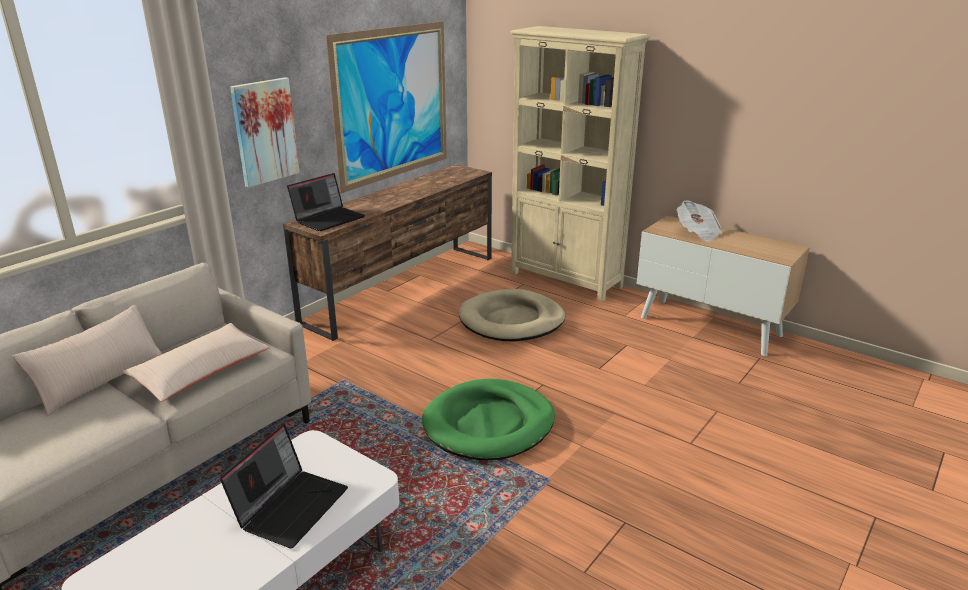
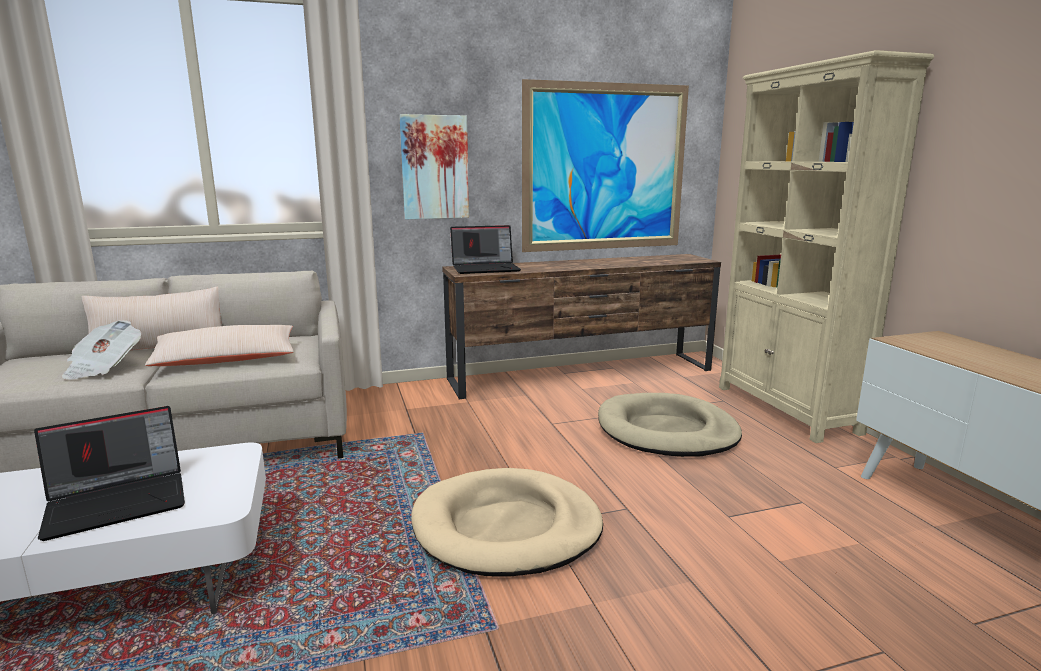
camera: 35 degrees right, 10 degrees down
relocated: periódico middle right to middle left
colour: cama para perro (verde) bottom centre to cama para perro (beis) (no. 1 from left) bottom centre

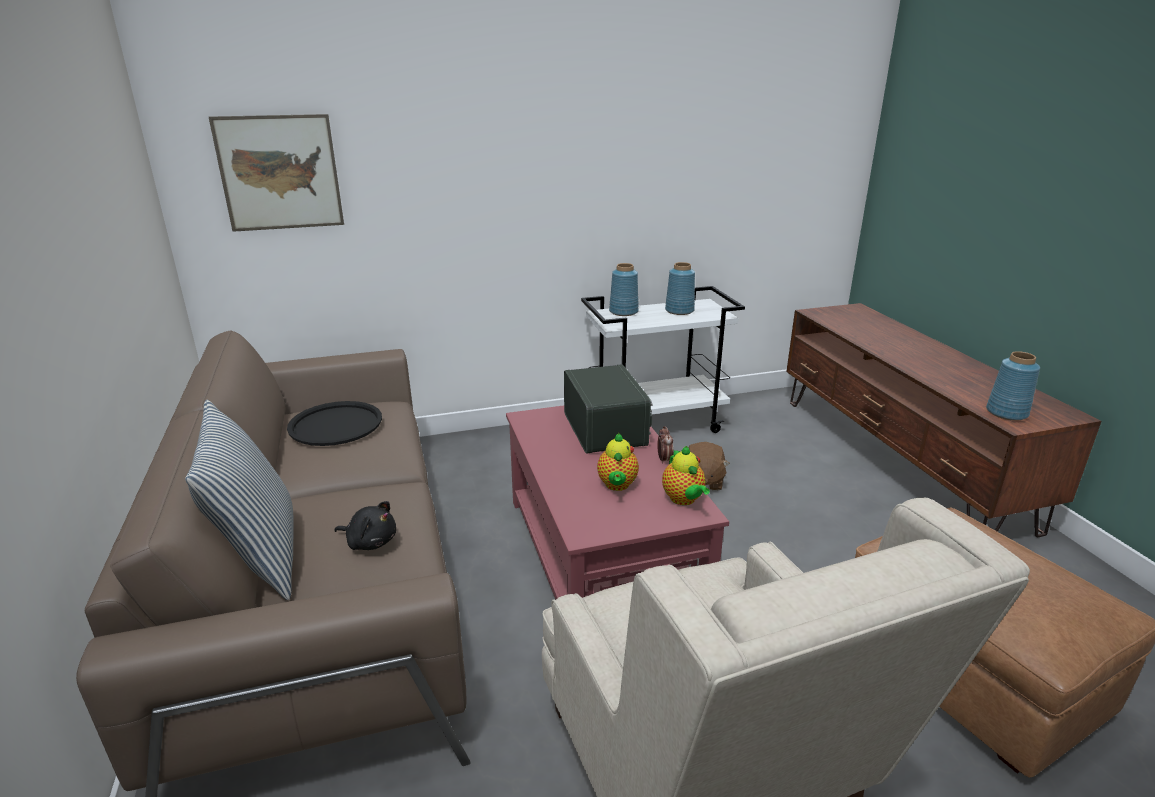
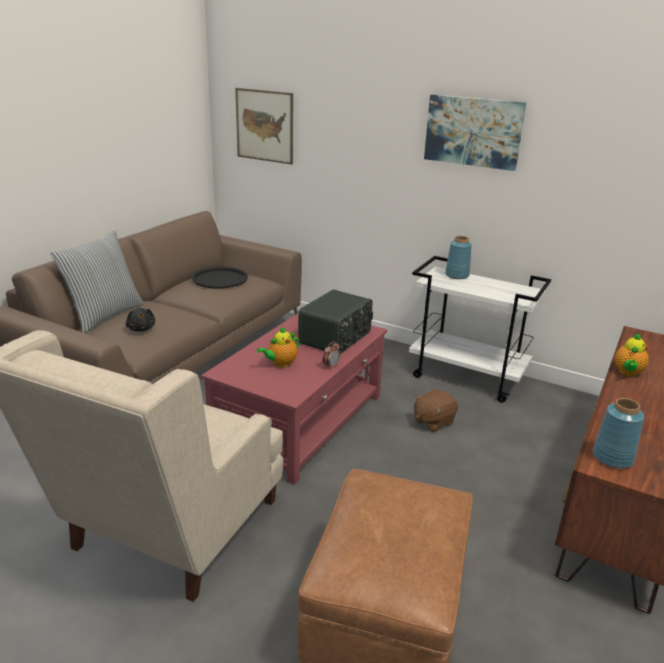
camera: 45 degrees right, 0 degrees up
missing: florero (azul) (no. 2 from left) centre
appeared: cuadro (no. 2 from left) top right
relocated: tetera (no. 2 from left) centre to middle right

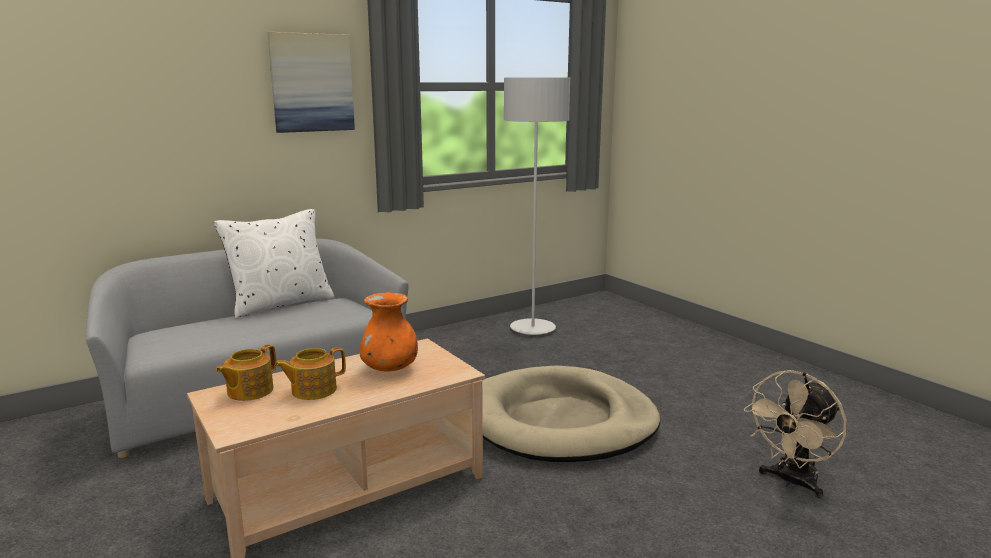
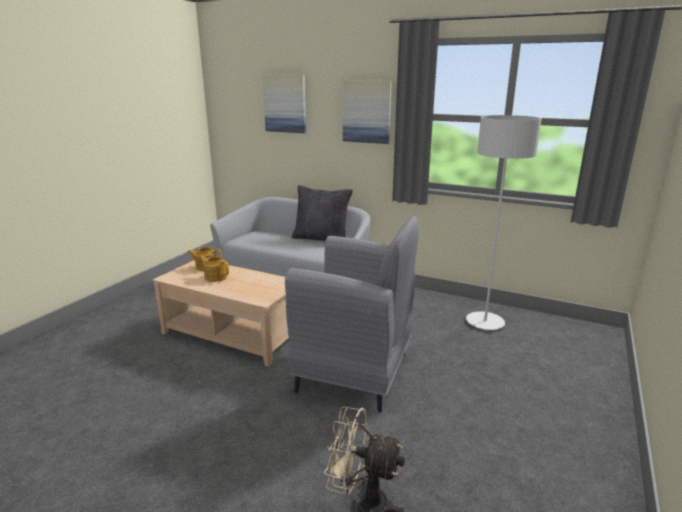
camera: 60 degrees right, 5 degrees up
missing: florero (naranja) centre
appeared: cuadro (no. 1 from left) top centre
exchanged: cama para perro (beis) bottom centre to sillón (gris) centre
colour: cojín (blanco) middle left to cojín (negro) centre

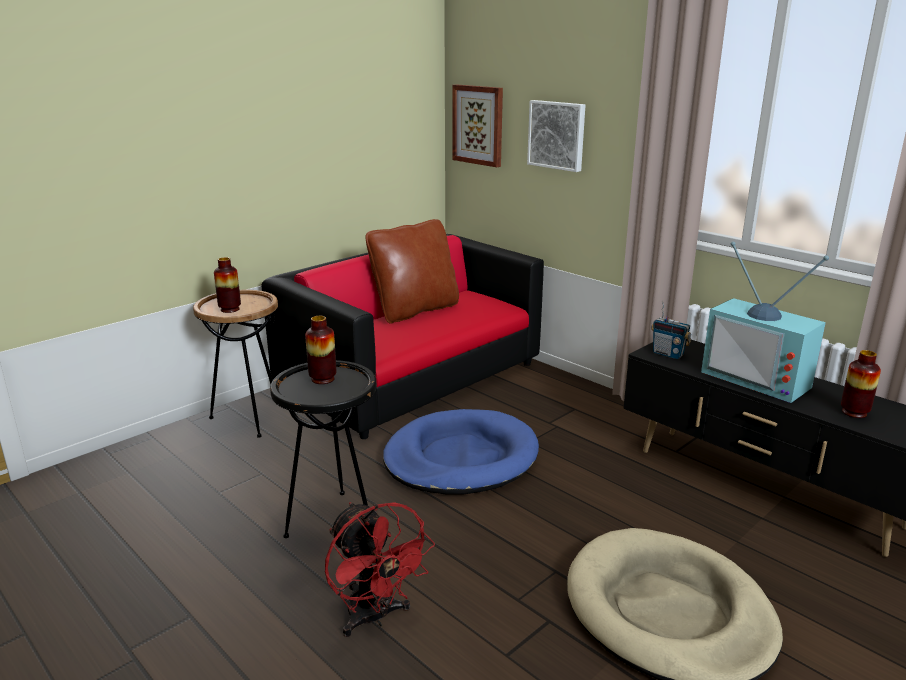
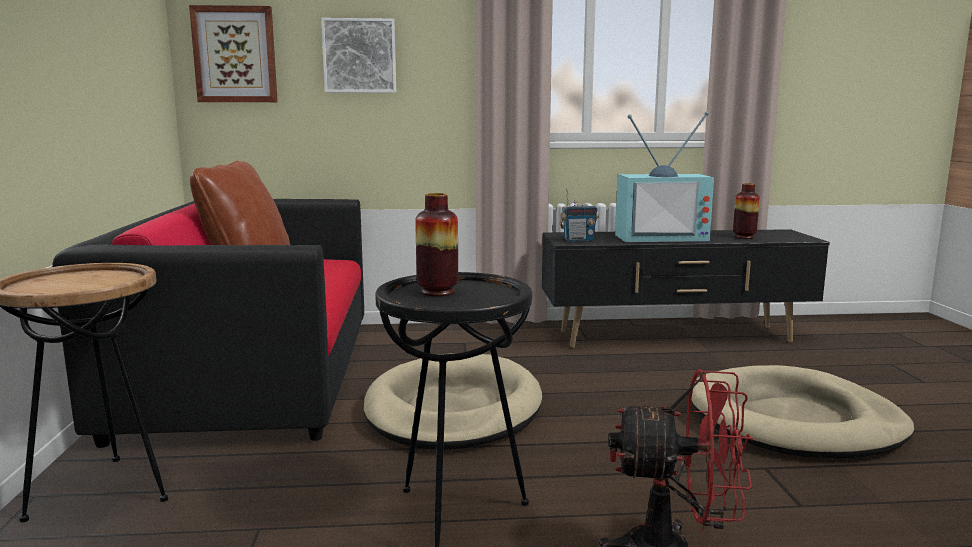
camera: 50 degrees left, 10 degrees down
missing: florero (no. 1 from left) middle left
colour: cama para perro (azul) centre to cama para perro (beis) (no. 1 from left) bottom centre

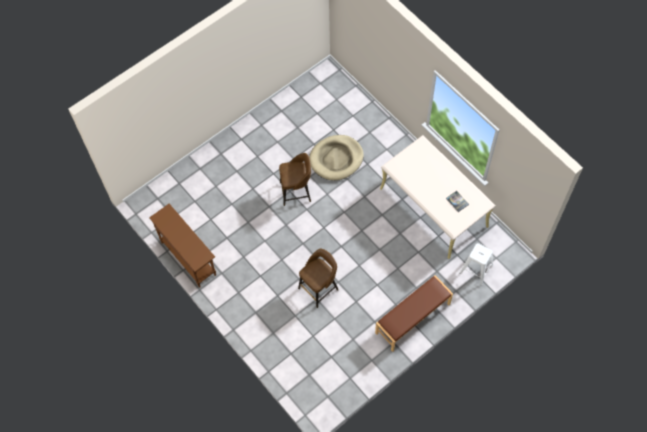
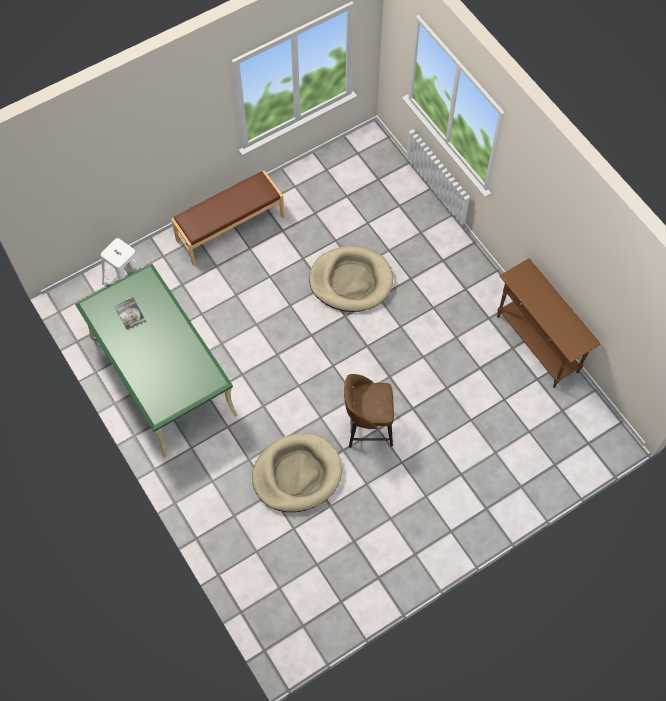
camera: 175 degrees left, 0 degrees up
exchanged: taburete (marrón) (no. 2 from left) centre to cama para perro (beis) (no. 2 from left) centre
colour: escritorio (beis) middle right to escritorio (verde) middle left

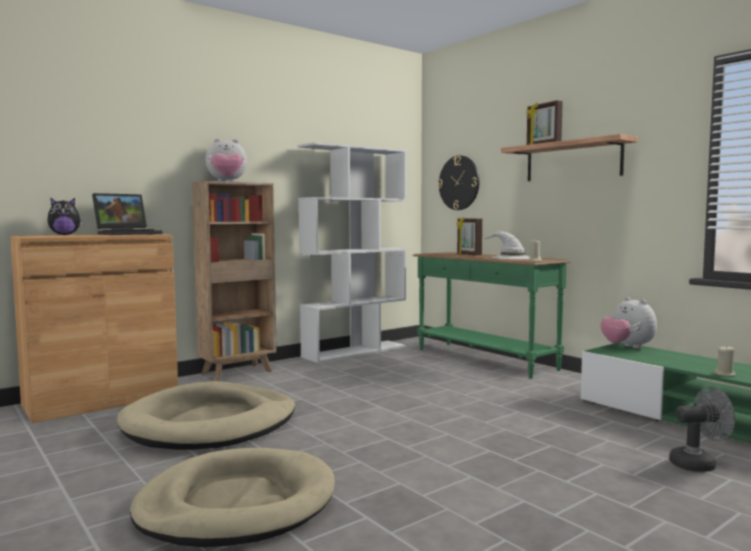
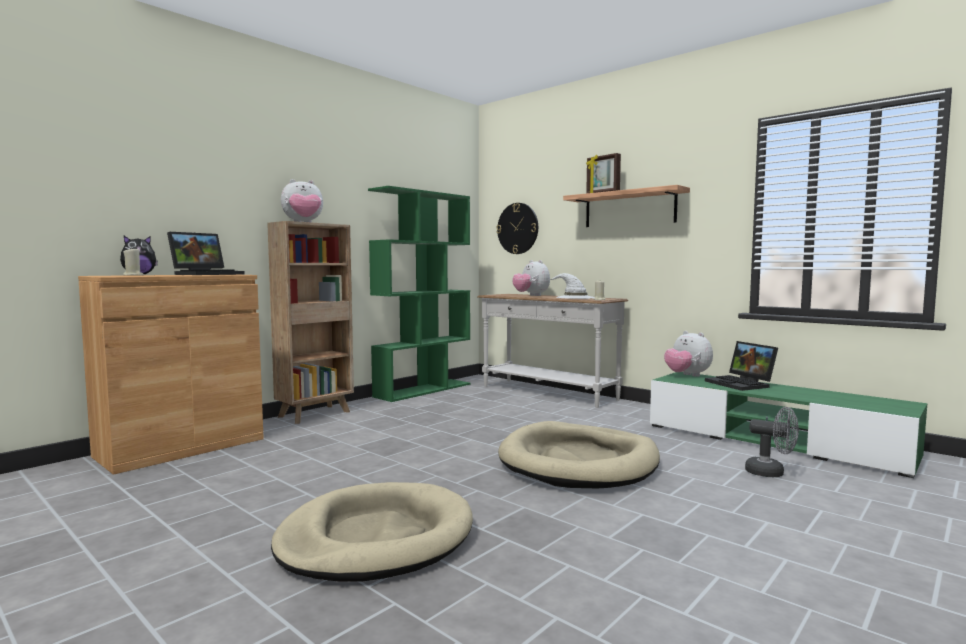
camera: 10 degrees left, 0 degrees up
appeared: portátil (no. 2 from left) middle right
relocated: vela (beis) (no. 2 from left in the first image) middle right to vela (beis) (no. 1 from left) middle left; cama para perro (beis) (no. 1 from left in the first image) bottom left to cama para perro (beis) (no. 2 from left) bottom centre
exchanged: portarretratos (no. 1 from left) centre to peluche (no. 3 from left) centre
colour: estantería (blanco) centre to estantería (verde) centre; mesa consola (verde) centre to mesa consola (blanco) centre
spun: ventilador (gris) bottom right = bottom right 45 degrees clockwise

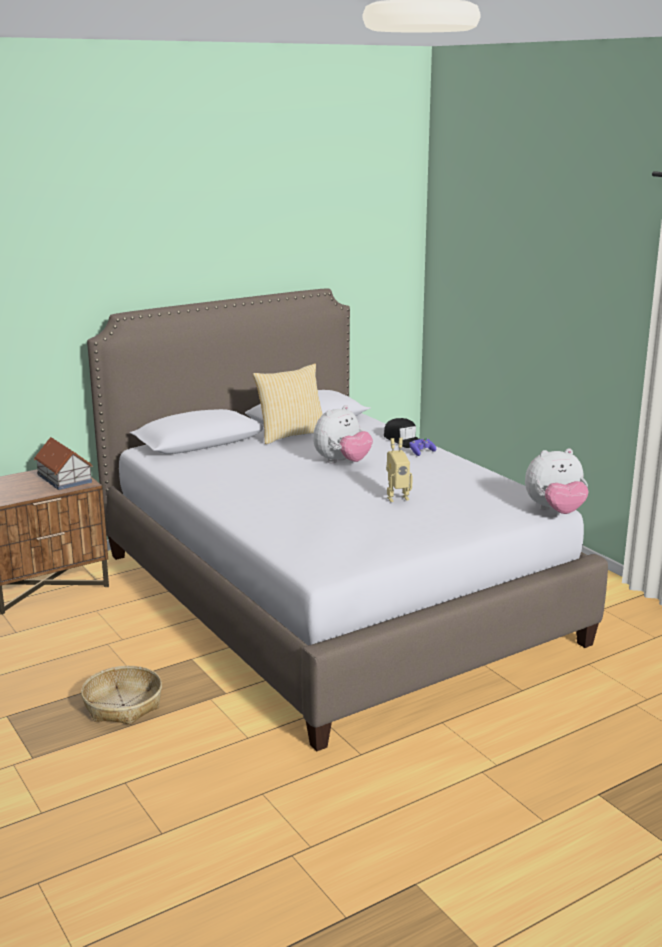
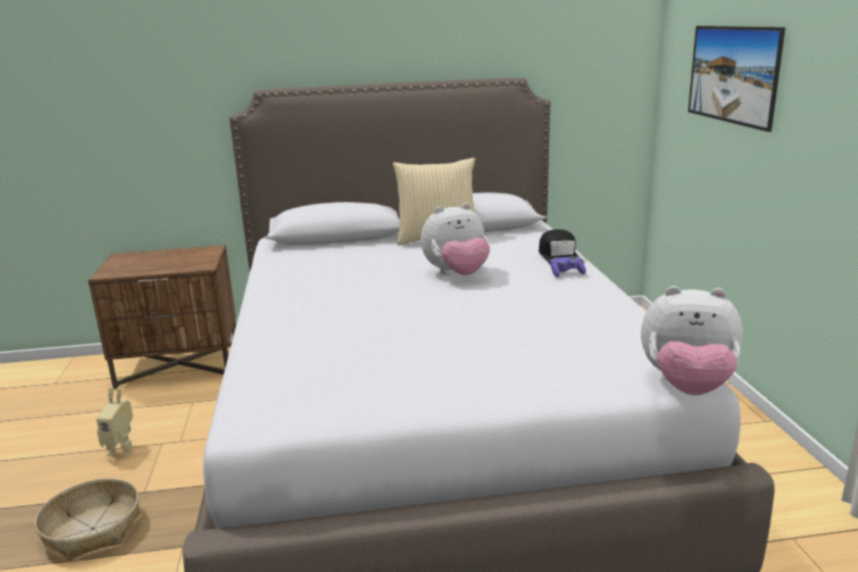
camera: 25 degrees right, 0 degrees up
missing: casita middle left
appeared: cuadro top right
relocated: robot de juguete centre to bottom left

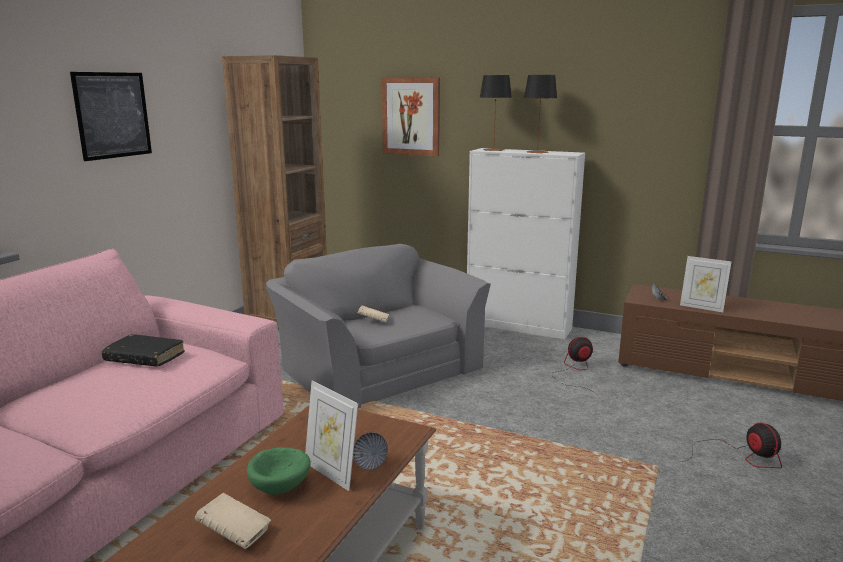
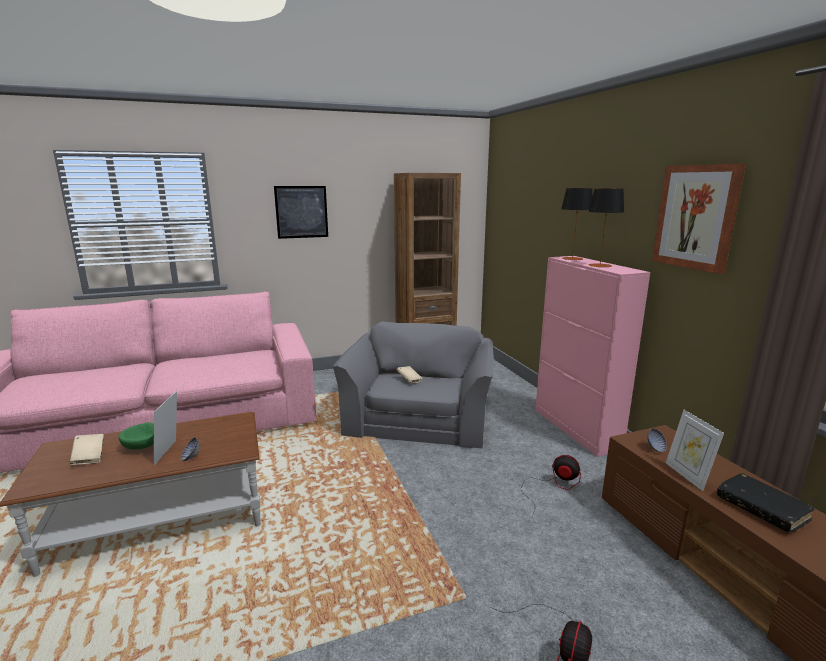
camera: 45 degrees right, 0 degrees up
relocated: cuadro (no. 2 from left) top centre to top right; libro (negro) middle left to bottom right
colour: armario (blanco) centre to armario (rosa) middle right

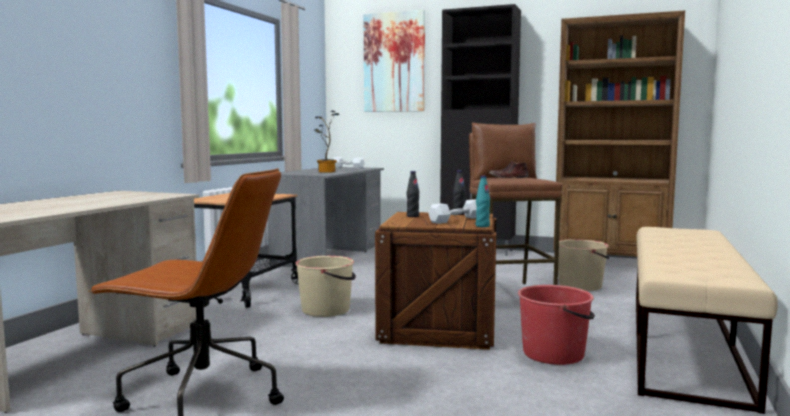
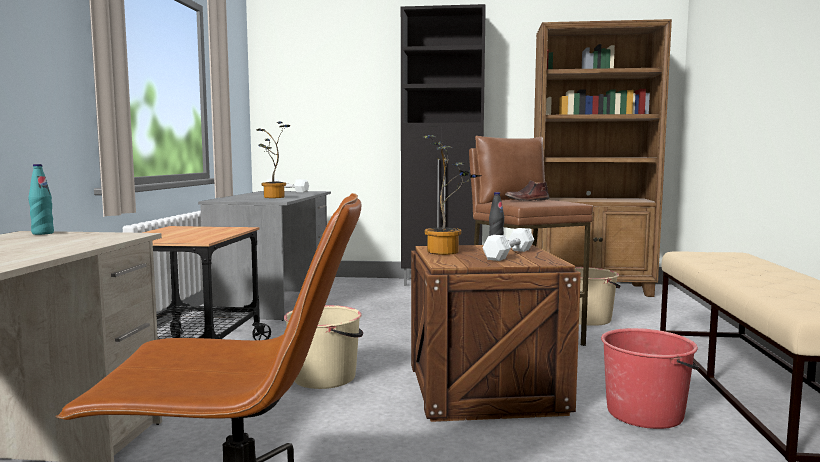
camera: 15 degrees left, 0 degrees up
missing: cuadro top centre
relocated: botella (turquesa) centre to middle left
exchanged: botella (negro) (no. 1 from left) centre to planta en maceta (no. 2 from left) centre

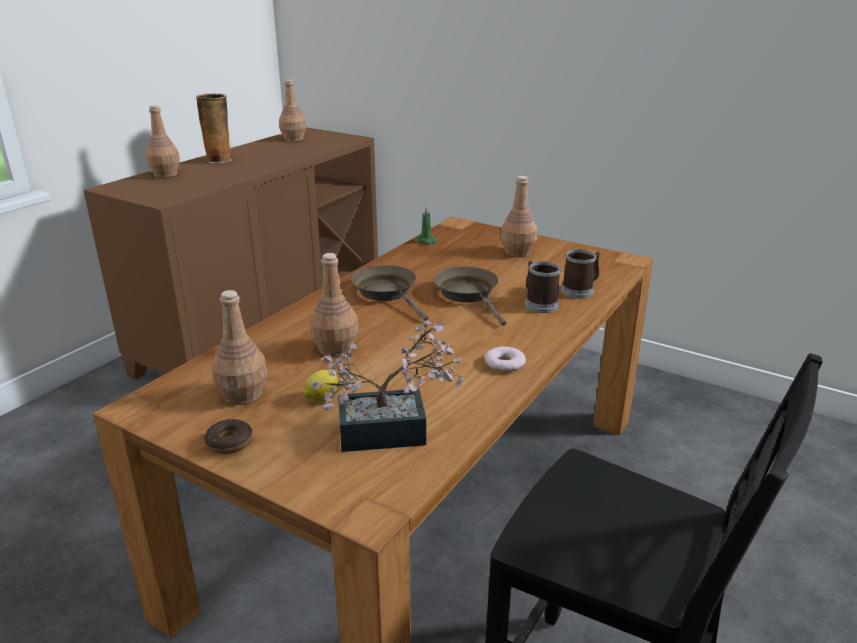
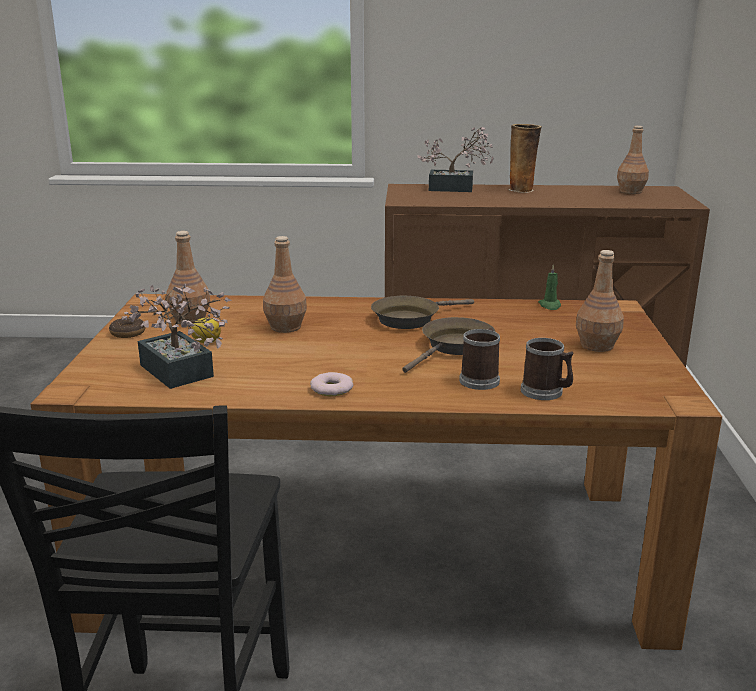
camera: 60 degrees right, 5 degrees down
exchanged: botella (marrón) (no. 1 from left) top left to planta en maceta (no. 2 from left) top centre
spun: sartén (marrón) (no. 1 from left) centre = centre 150 degrees counterclockwise

